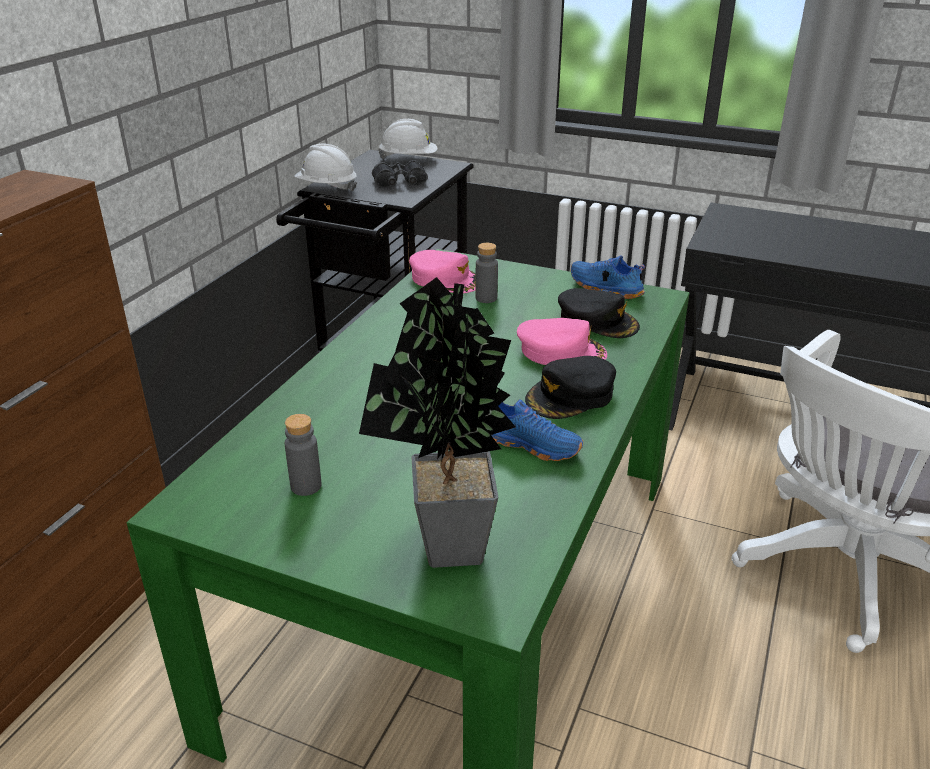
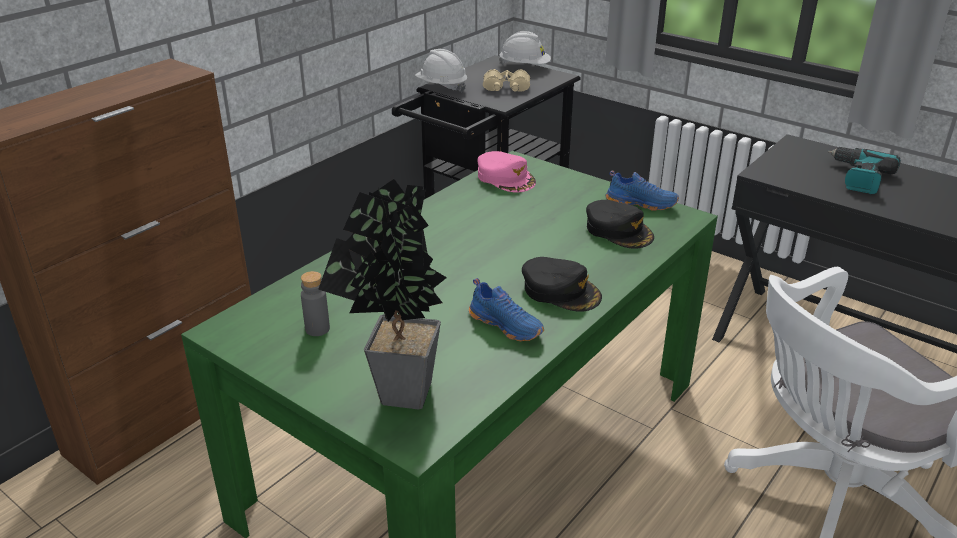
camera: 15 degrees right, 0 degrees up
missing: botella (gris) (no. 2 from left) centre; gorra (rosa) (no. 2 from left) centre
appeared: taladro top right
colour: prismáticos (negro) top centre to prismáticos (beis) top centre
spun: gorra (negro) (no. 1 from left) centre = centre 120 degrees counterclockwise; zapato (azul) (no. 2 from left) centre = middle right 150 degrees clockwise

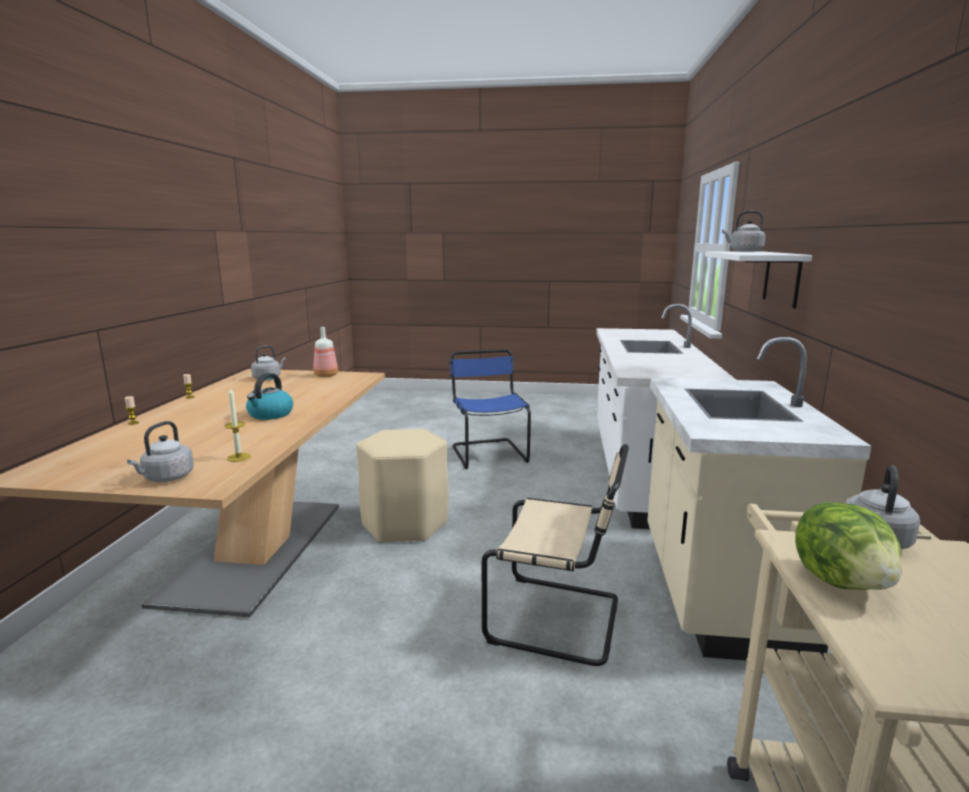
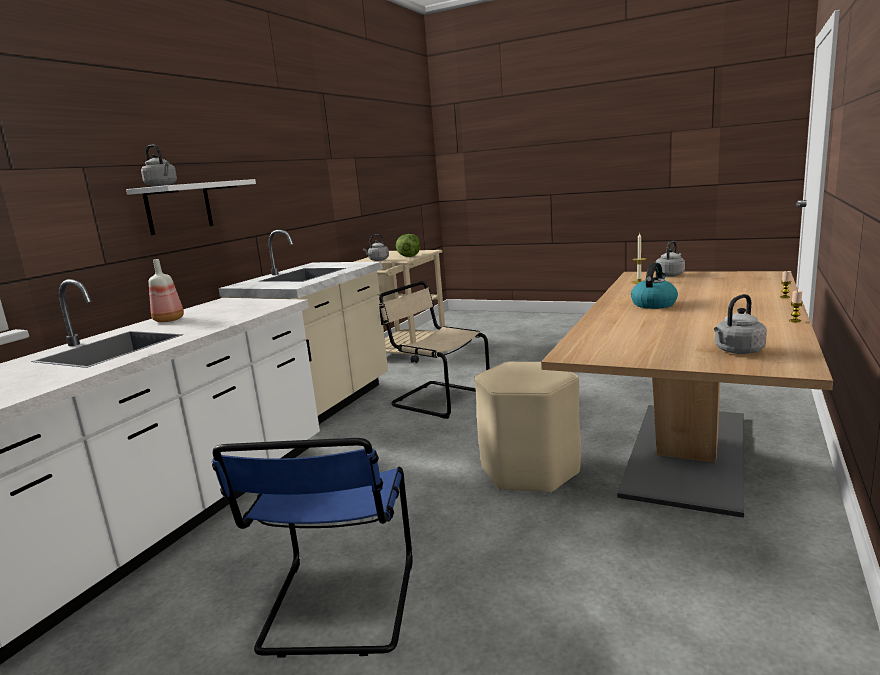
camera: 160 degrees left, 0 degrees up
relocated: botella centre to middle left

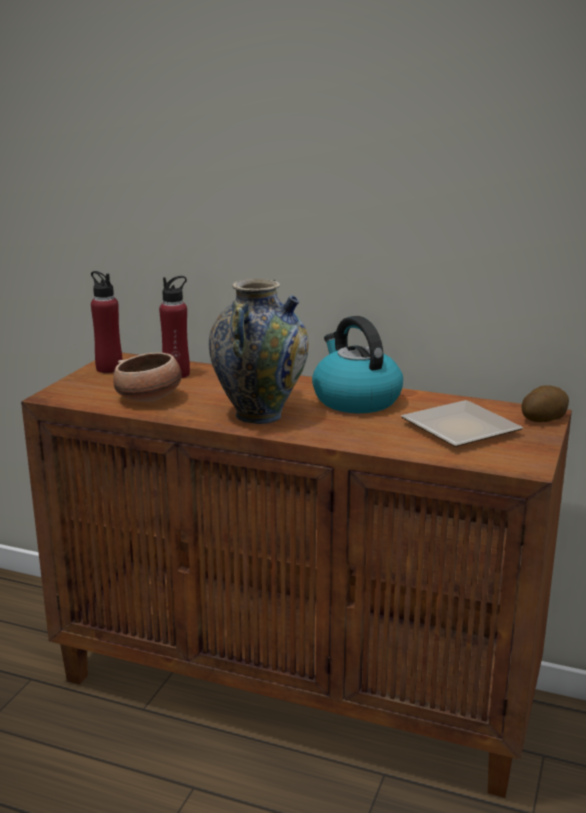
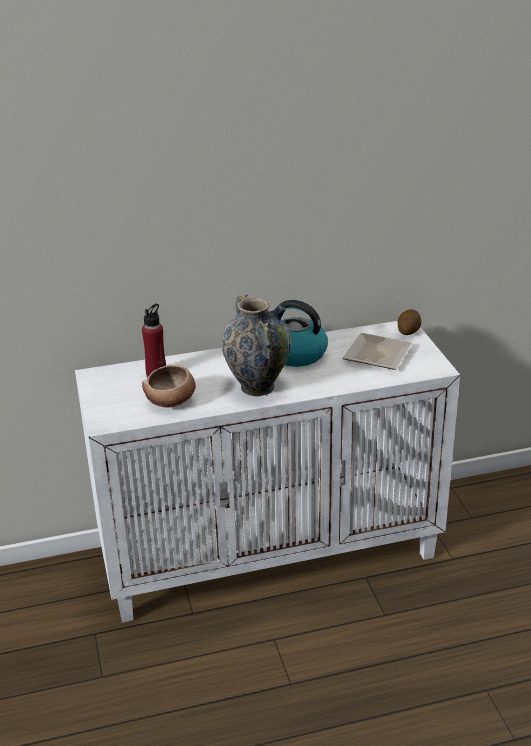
camera: 35 degrees left, 10 degrees up
missing: botella (rojo) (no. 1 from left) middle left
colour: armario (marrón) bottom centre to armario (blanco) centre

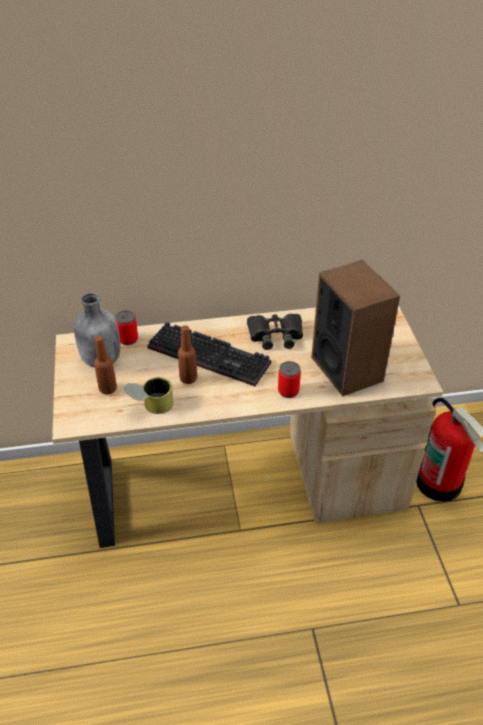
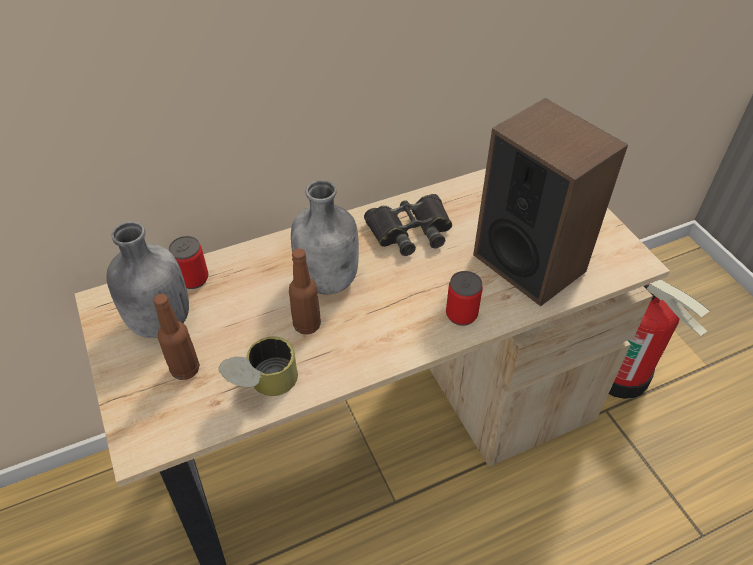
camera: 15 degrees left, 5 degrees up
exchanged: teclado centre to botella (gris) (no. 2 from left) centre

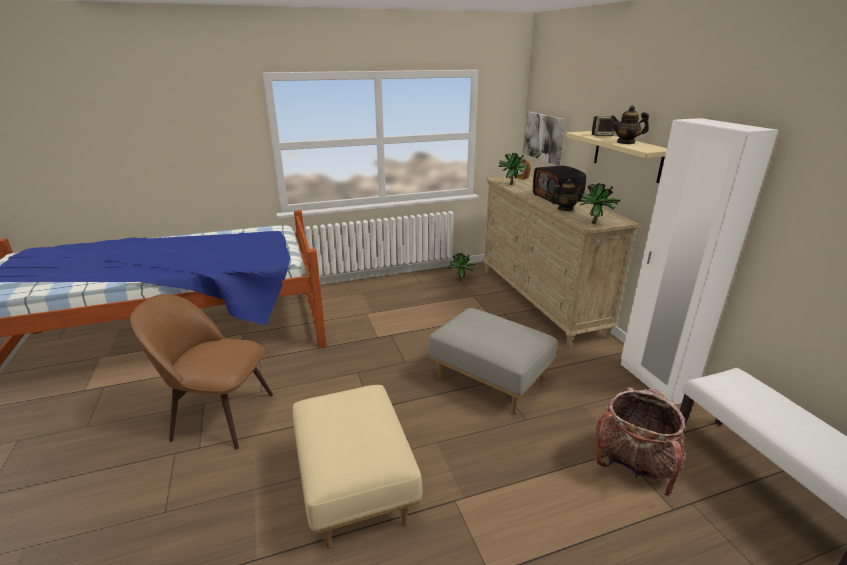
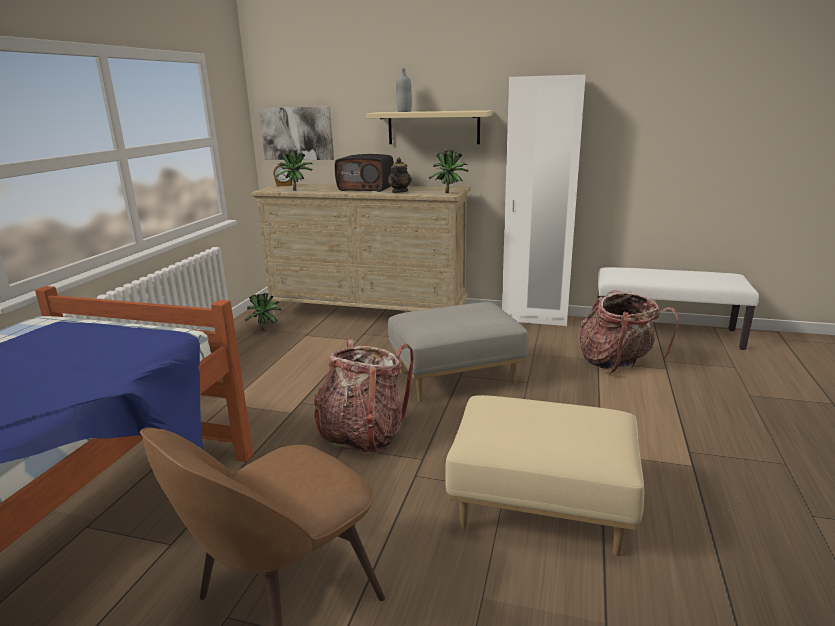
camera: 55 degrees left, 5 degrees down
missing: tetera (no. 2 from left) top right
appeared: mochila (no. 1 from left) centre
exchanged: altavoz top right to botella (gris) top centre

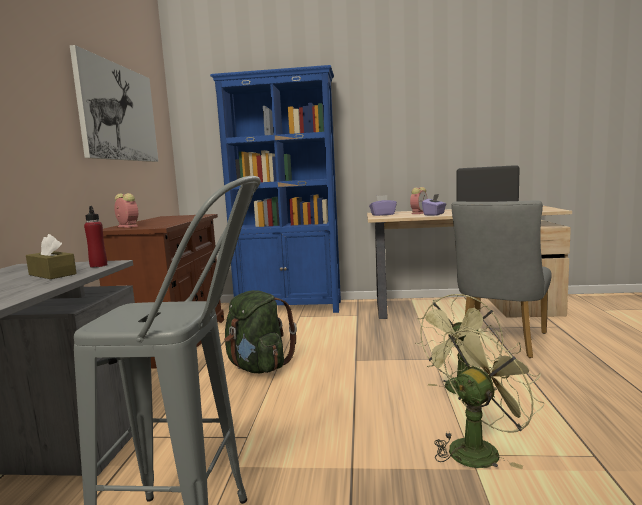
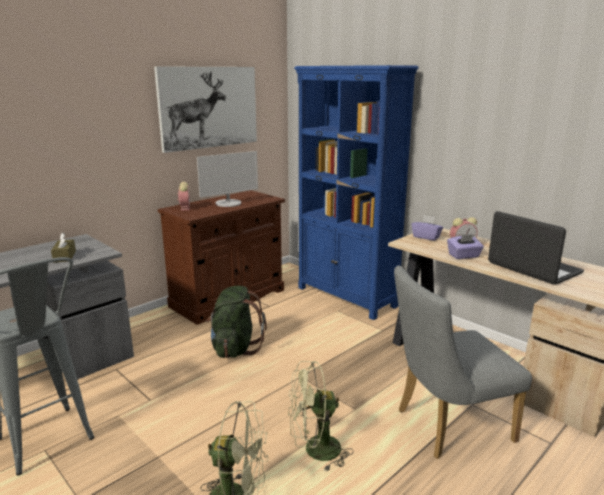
camera: 40 degrees right, 10 degrees up
missing: botella (rojo) middle left
appeared: monitor centre

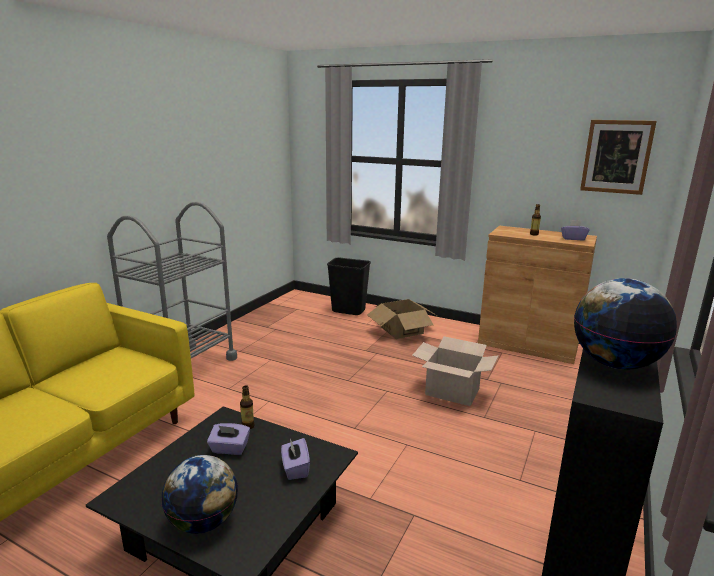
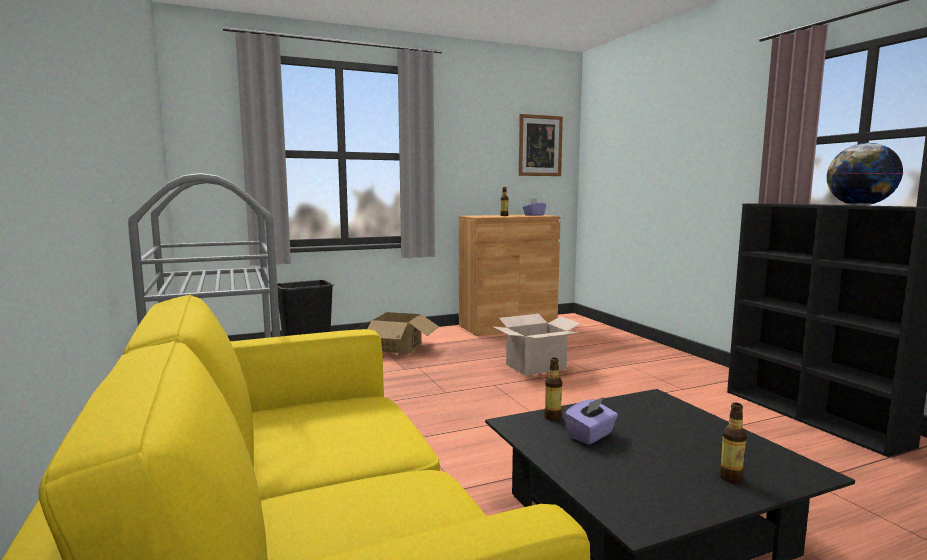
camera: 50 degrees left, 10 degrees down
missing: caja de pañuelos (morado) (no. 2 from left) bottom centre
exchanged: globo terráqueo (no. 1 from left) bottom left to botella (no. 3 from left) bottom right

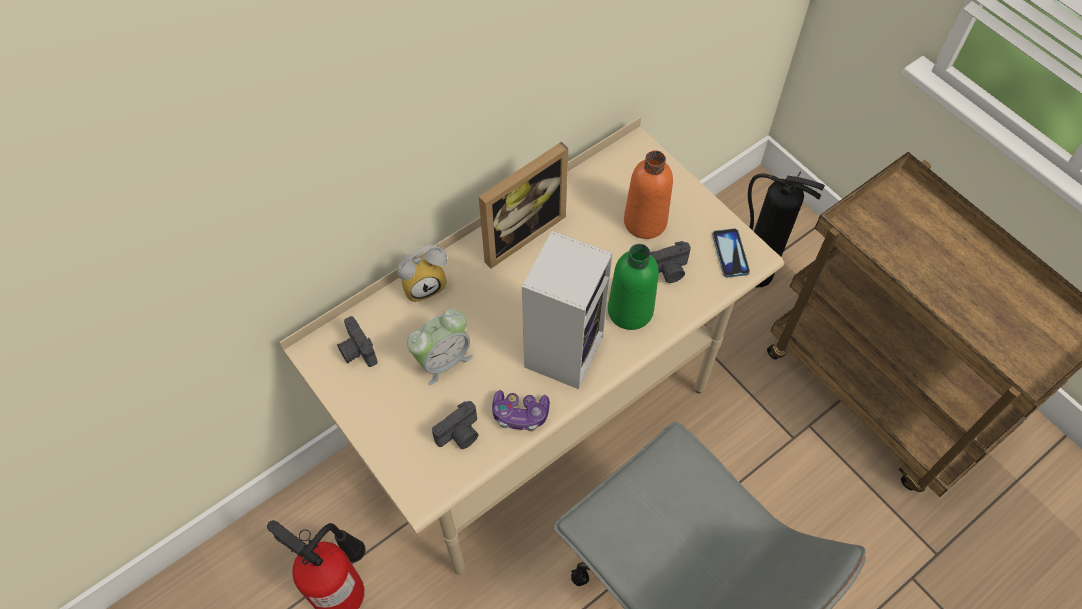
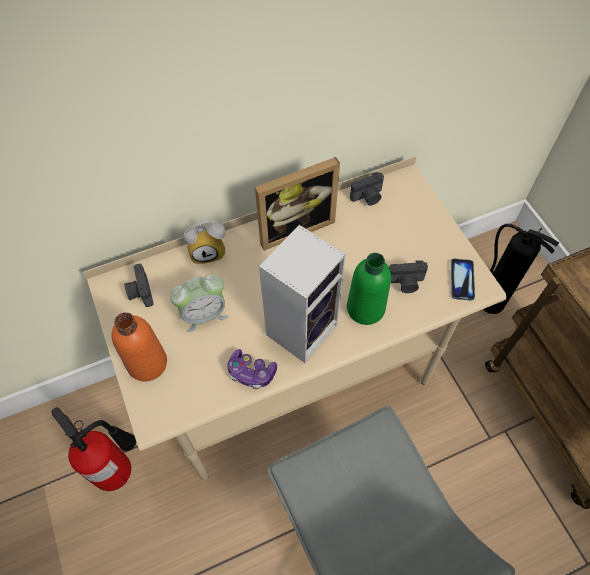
camera: 15 degrees right, 0 degrees up
relocated: botella (naranja) top centre to middle left; cámara (no. 2 from left) bottom centre to top centre

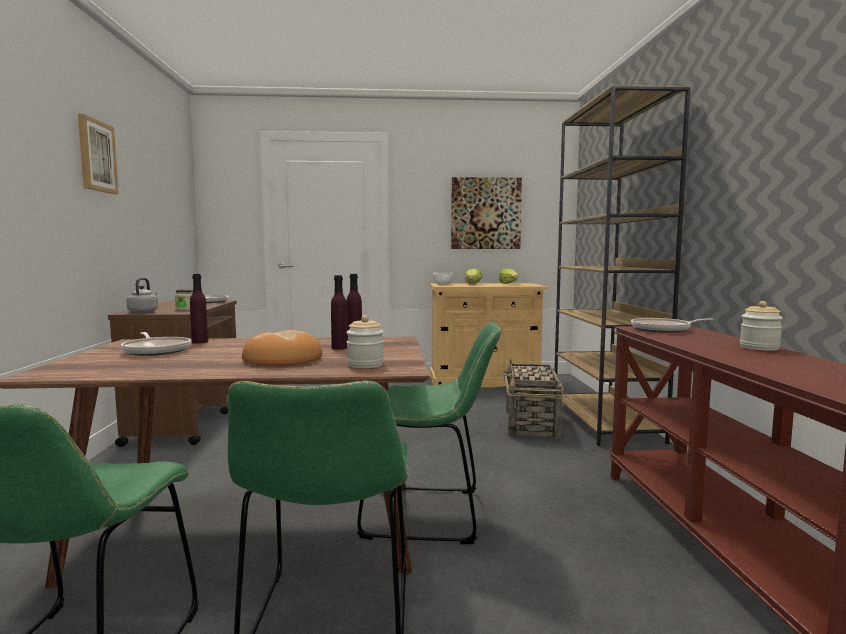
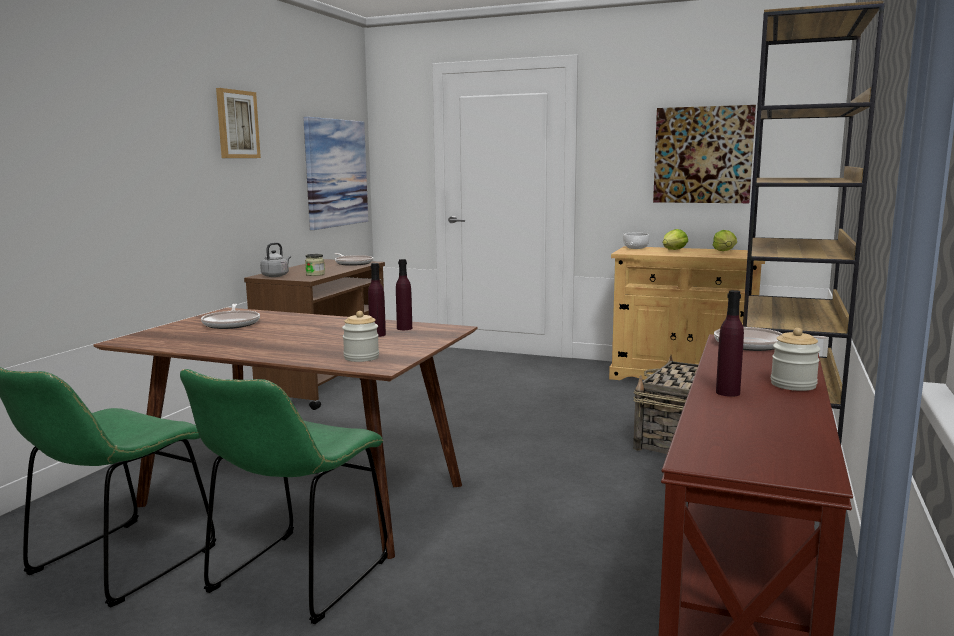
camera: 25 degrees right, 5 degrees up
missing: pan centre; silla (verde) (no. 3 from left) bottom centre
appeared: cuadro (no. 2 from left) top centre
relocated: botella (morado) (no. 1 from left in the first image) middle left to botella (morado) (no. 3 from left) middle right

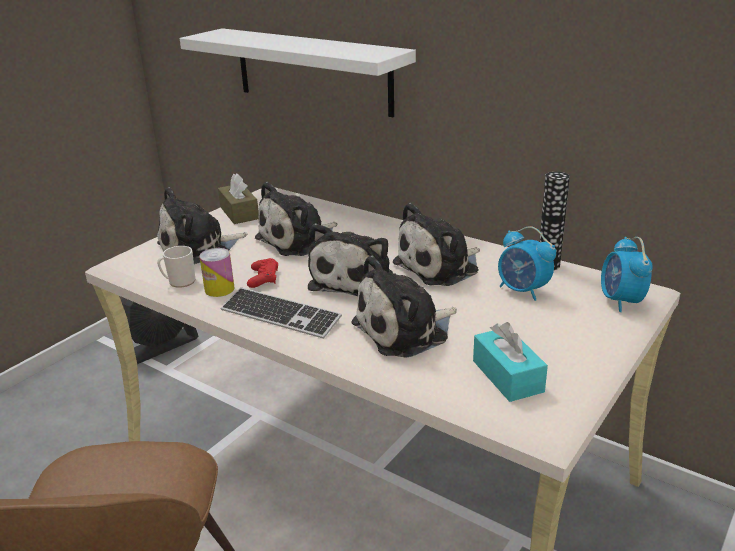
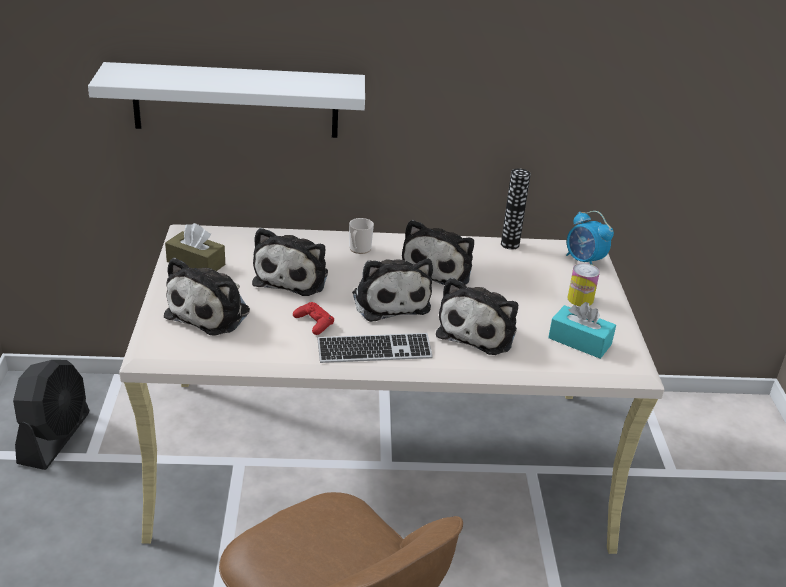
camera: 40 degrees left, 5 degrees up
missing: despertador (no. 1 from left) middle right
relocated: taza grande middle left to centre; lata middle left to middle right

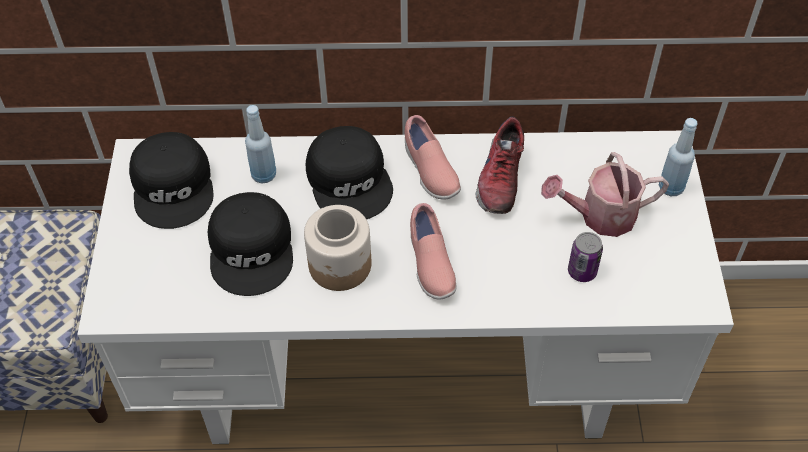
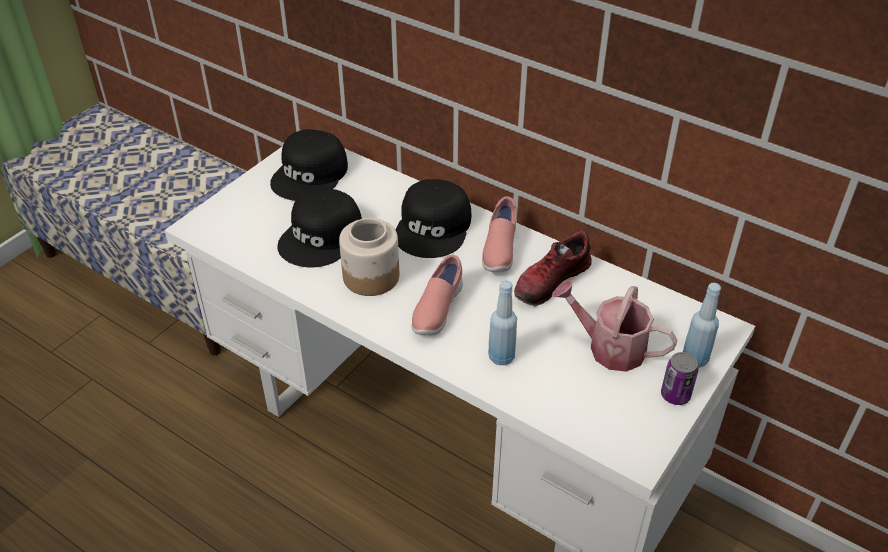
camera: 35 degrees right, 10 degrees down
relocated: botella (azul) (no. 1 from left) top left to centre; lata middle right to bottom right

